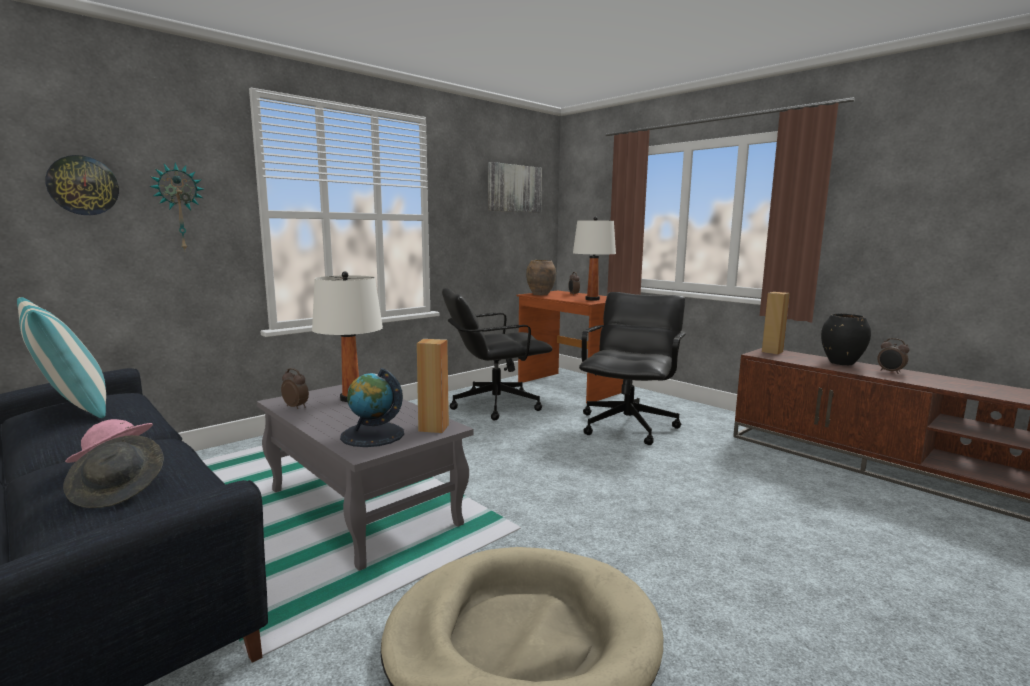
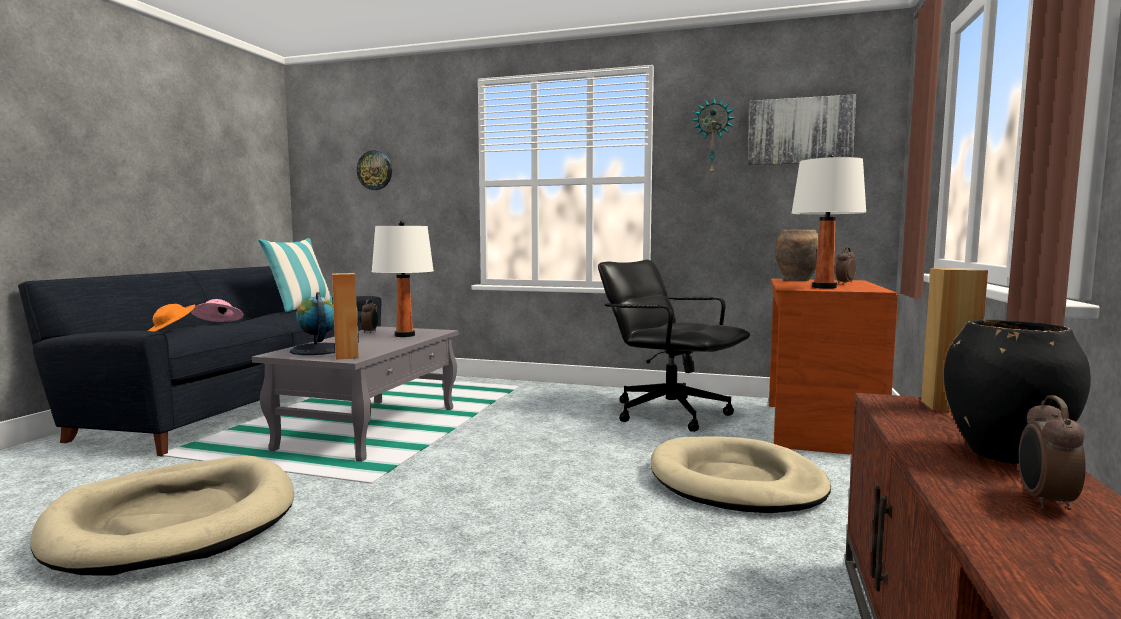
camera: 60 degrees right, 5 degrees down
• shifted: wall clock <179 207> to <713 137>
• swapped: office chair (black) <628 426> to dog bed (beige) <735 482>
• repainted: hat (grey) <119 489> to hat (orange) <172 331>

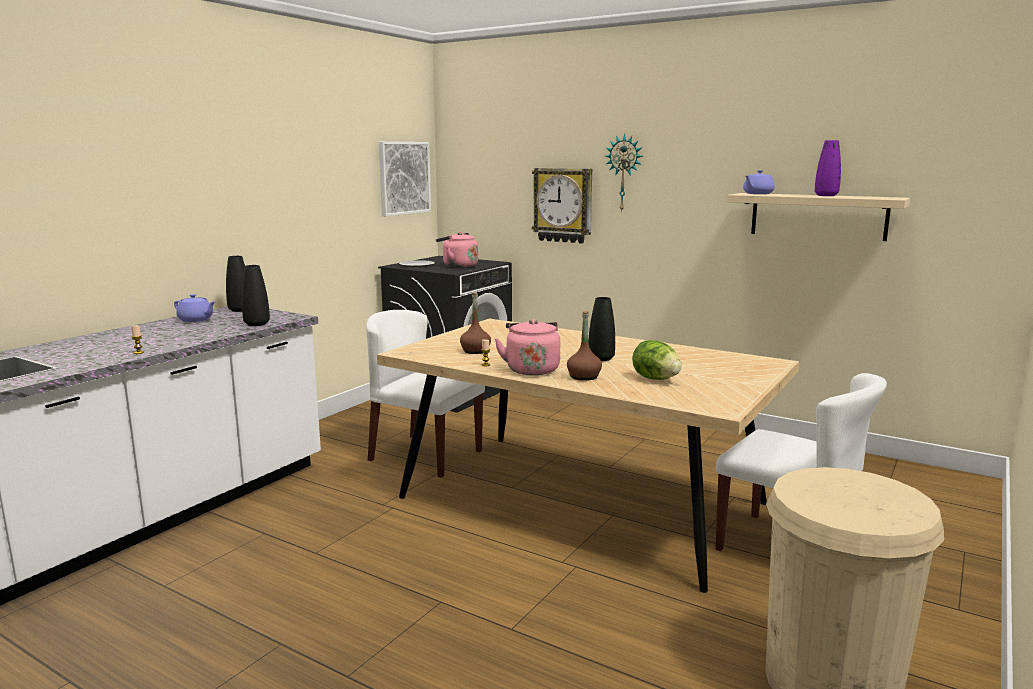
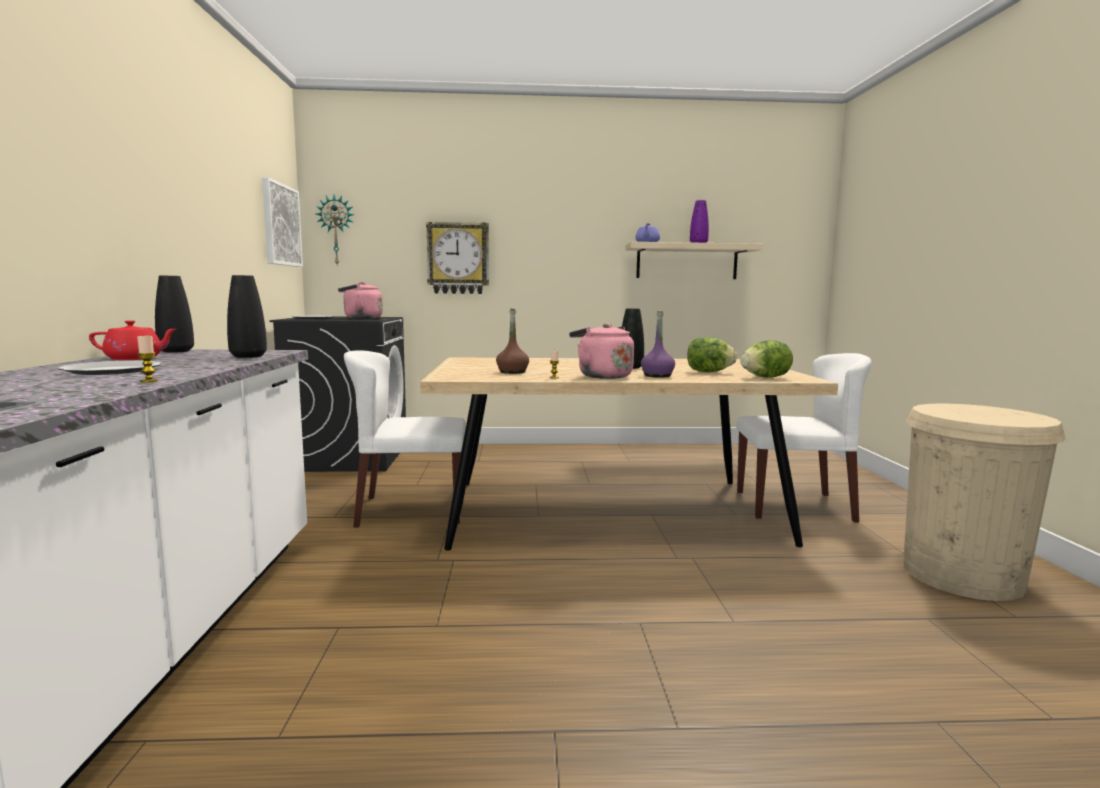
camera: 35 degrees left, 5 degrees down
• new: plate <112 371>
• new: lettuce <765 377>
• shifted: wall clock <624 173> to <336 230>
• repainted: teapot (purple) <196 320> to teapot (red) <135 359>
• repainted: bottle (brown) <584 377> to bottle (purple) <657 376>

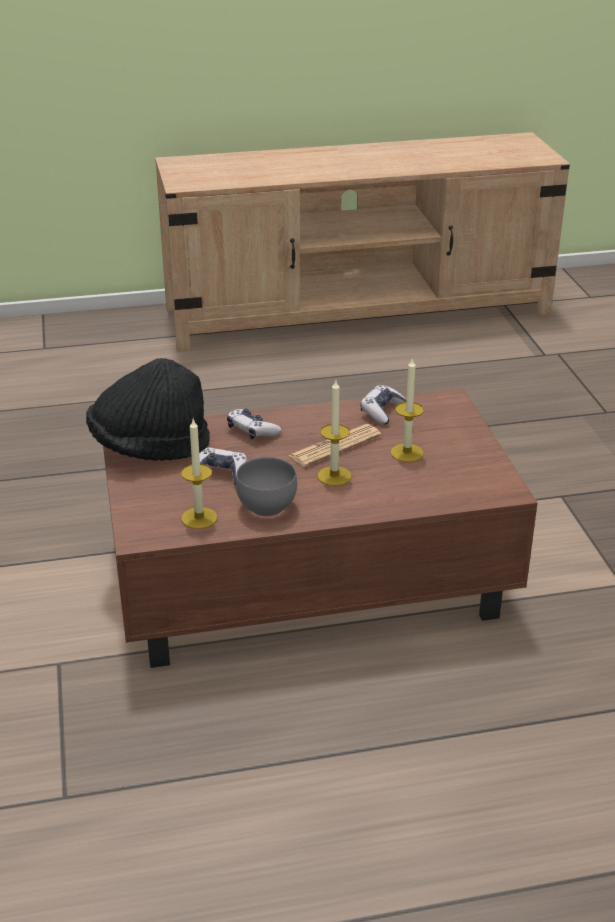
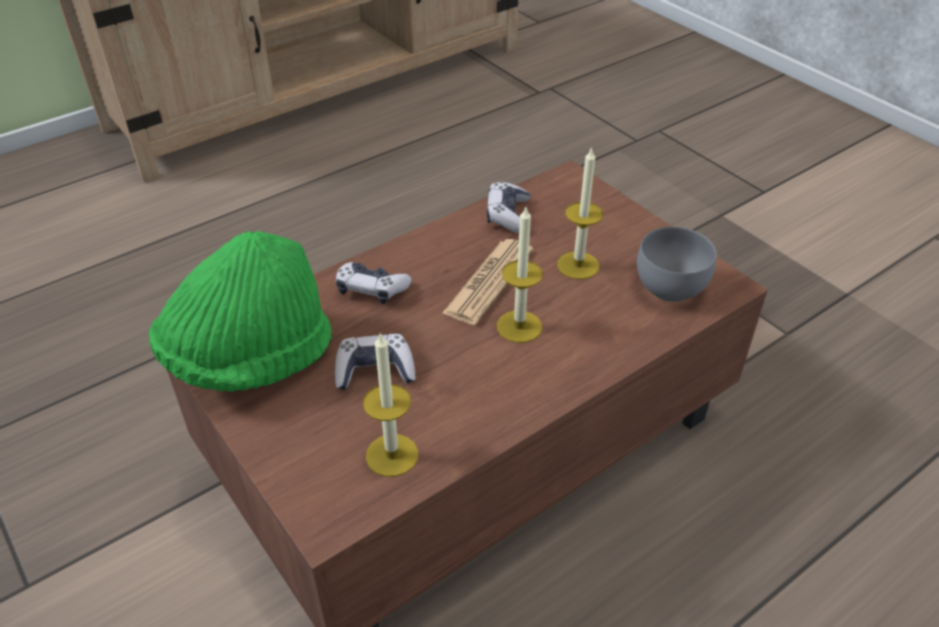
camera: 25 degrees left, 10 degrees up
• shifted: bowl (grey) <269 506> to <672 287>
• repainted: hat (black) <150 447> to hat (green) <250 357>

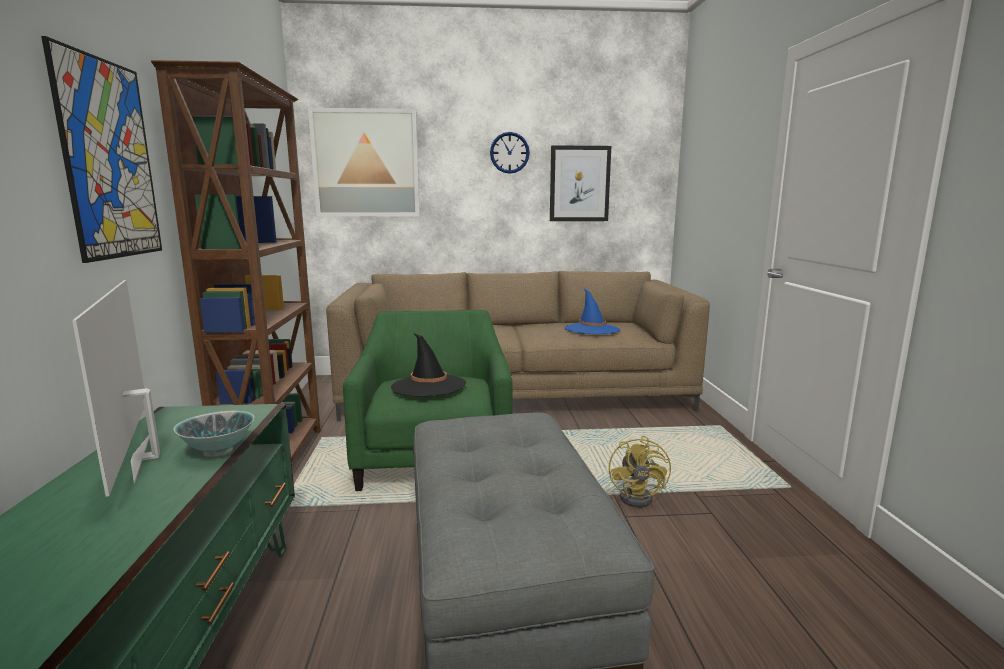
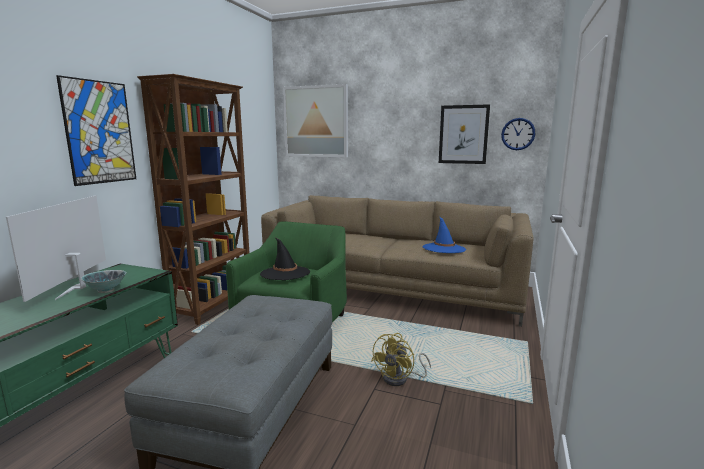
camera: 25 degrees right, 0 degrees up
• shifted: wall clock <509 153> to <518 134>

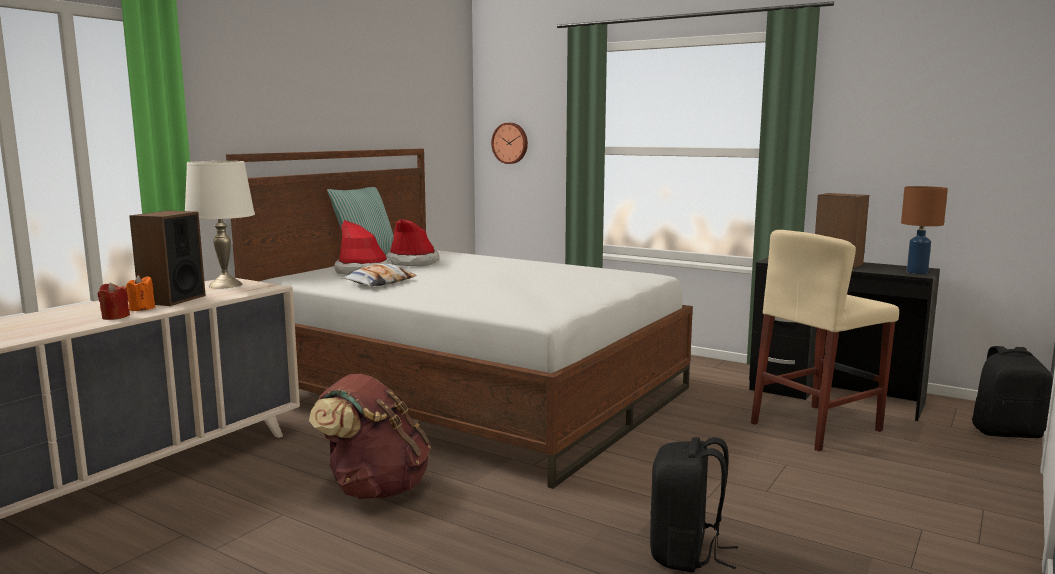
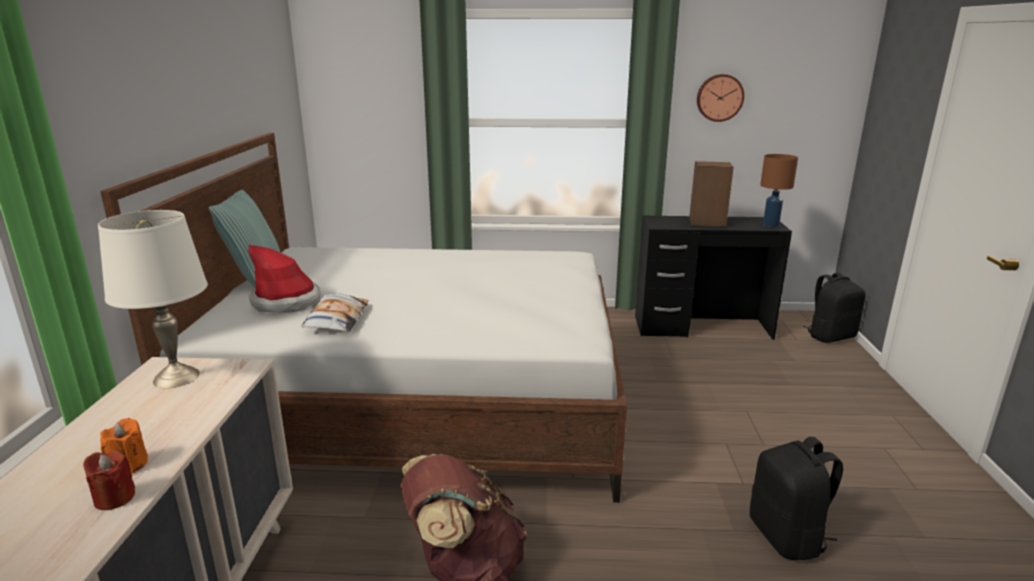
camera: 30 degrees left, 10 degrees up
• gone: speaker <172 299>
• gone: hat <412 262>
• gone: stool (beige) <816 427>
• shifted: wall clock <510 143> to <719 97>

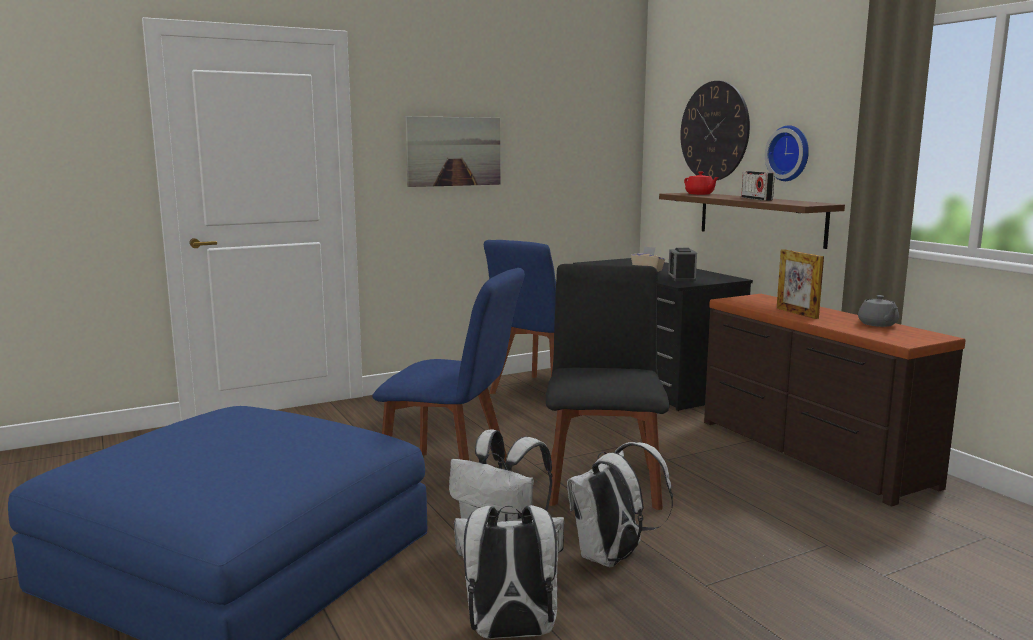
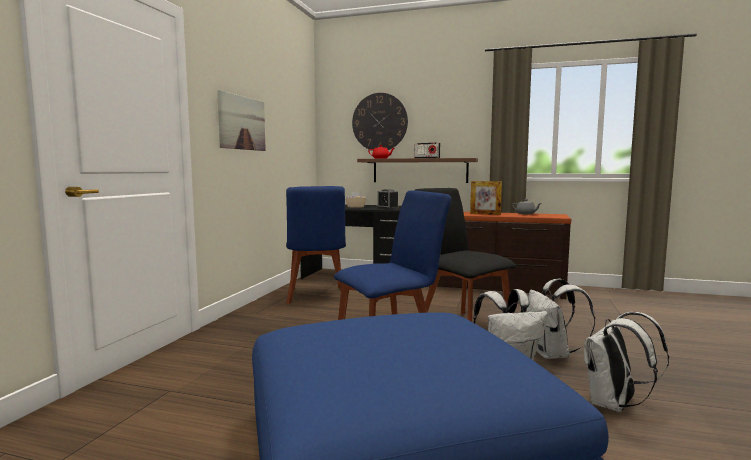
camera: 45 degrees left, 5 degrees down
• gone: wall clock <790 153>

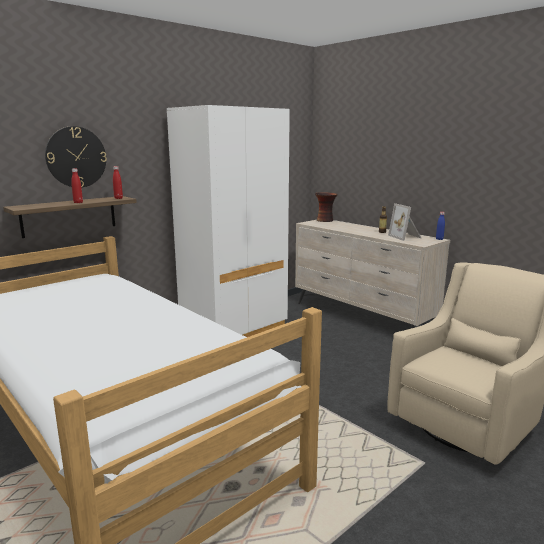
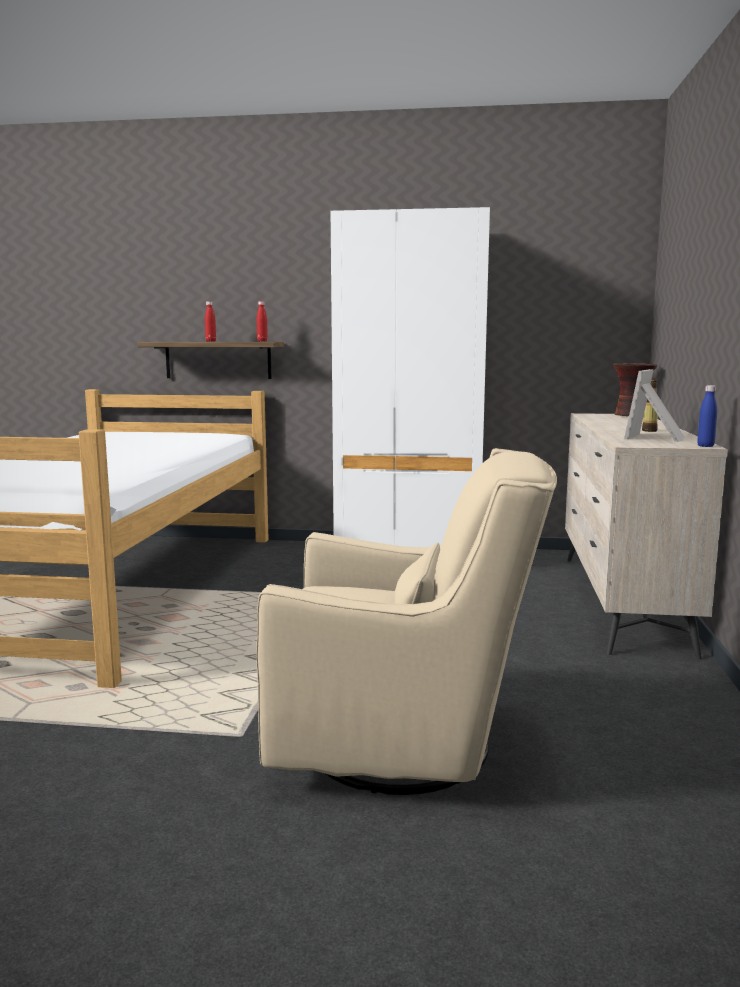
camera: 50 degrees right, 5 degrees down
• gone: wall clock <76 157>

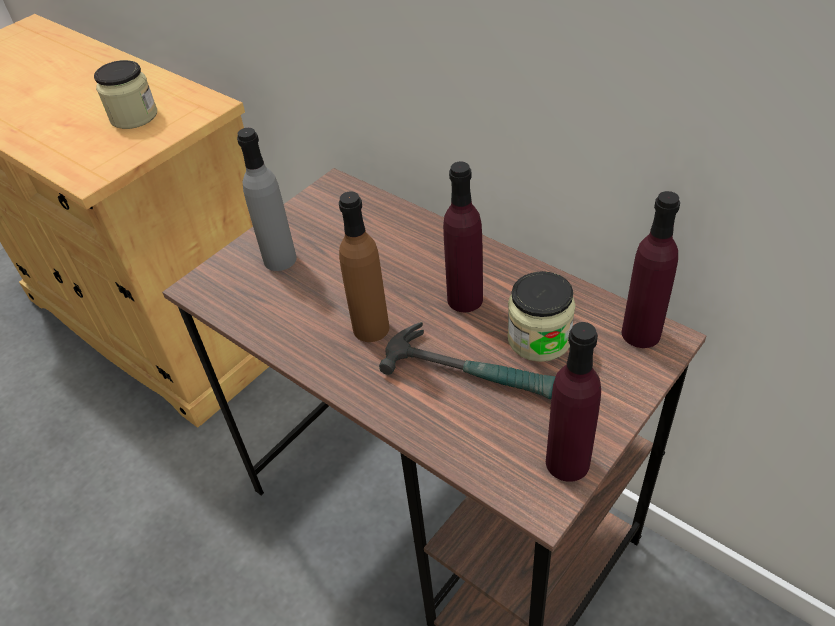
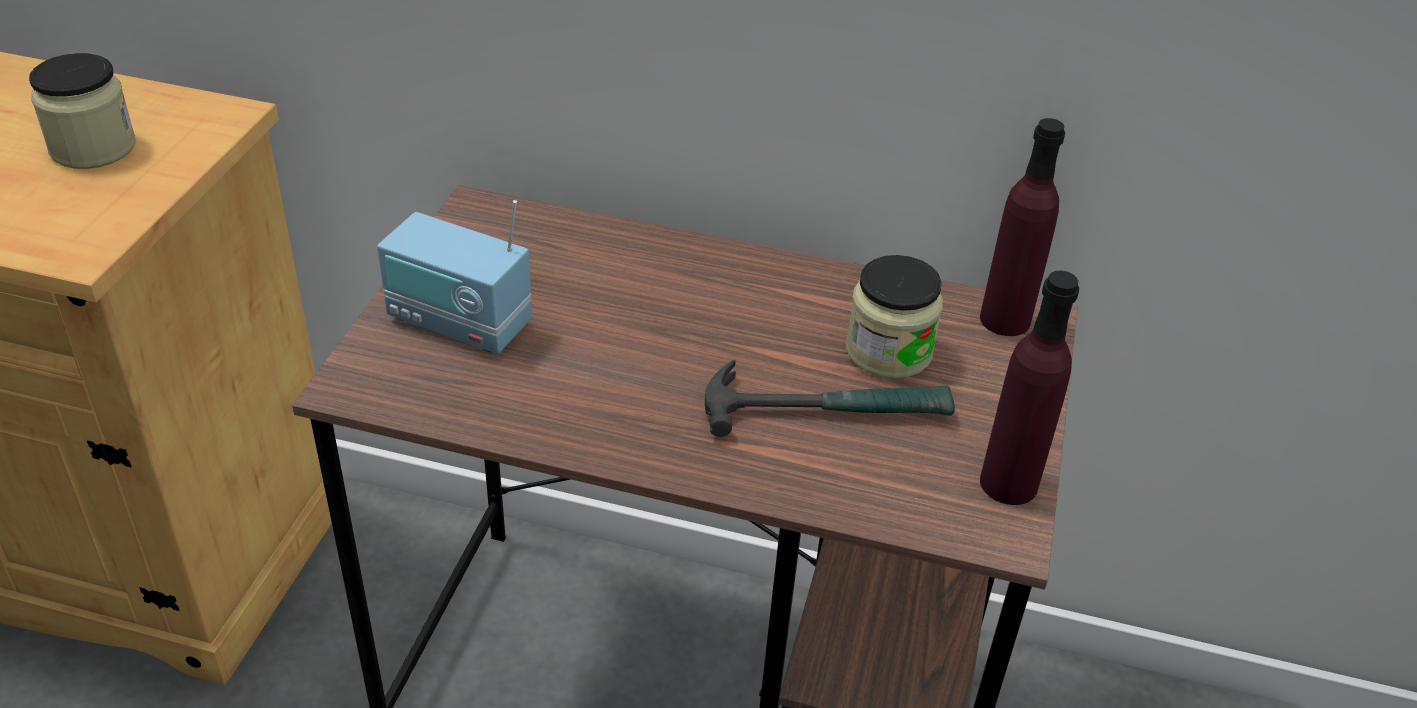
camera: 30 degrees left, 5 degrees down
• gone: bottle (brown) <371 328>
• gone: bottle (purple) <465 299>
• swapped: bottle (grey) <280 259> to radio <459 323>

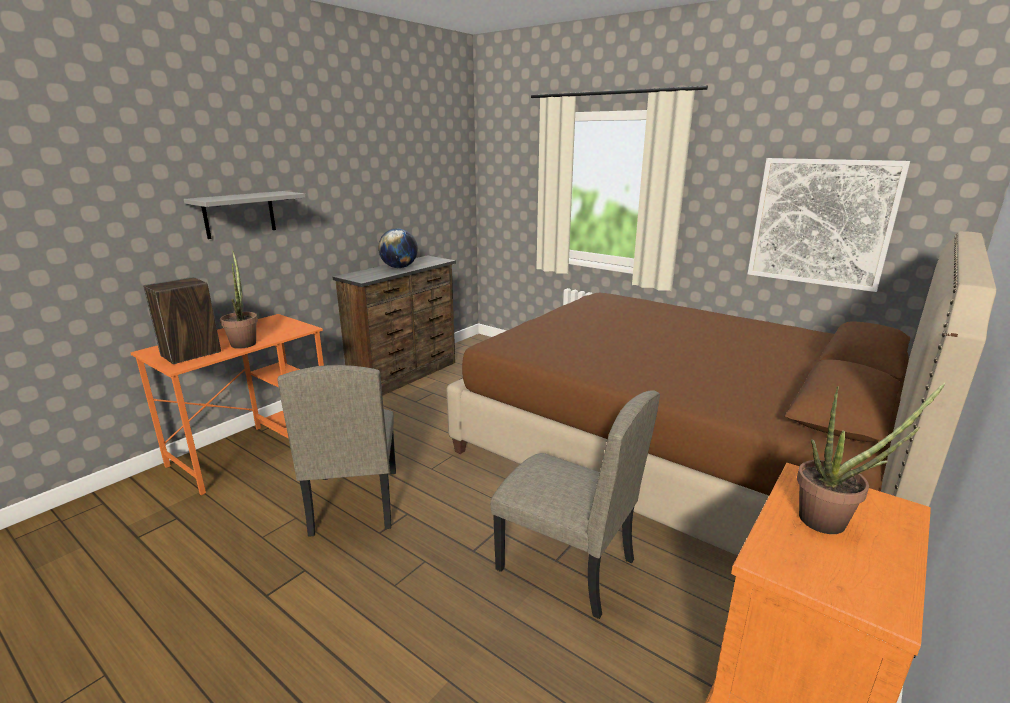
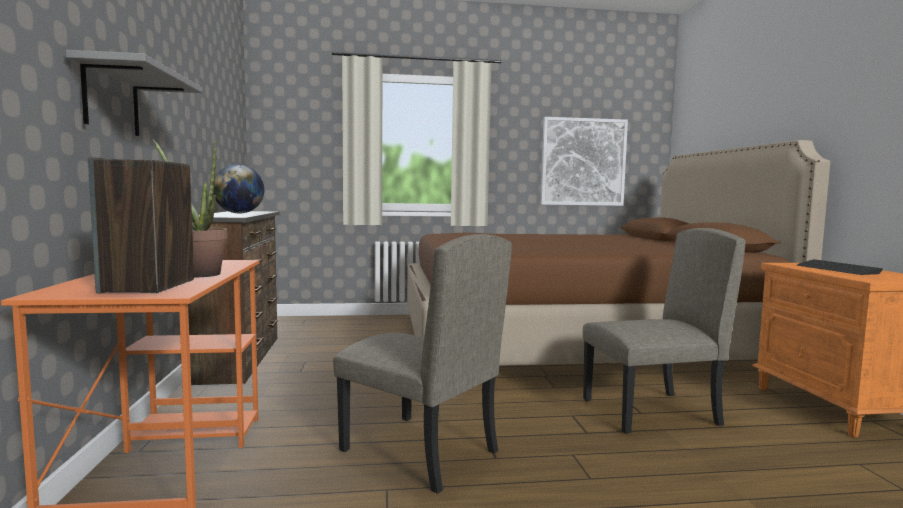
camera: 45 degrees left, 15 degrees down
• swapped: potted plant <832 521> to keyboard <836 269>

